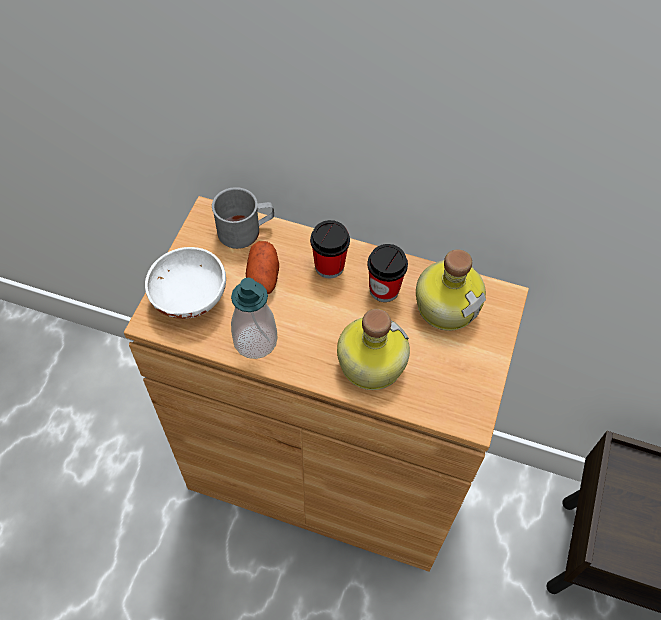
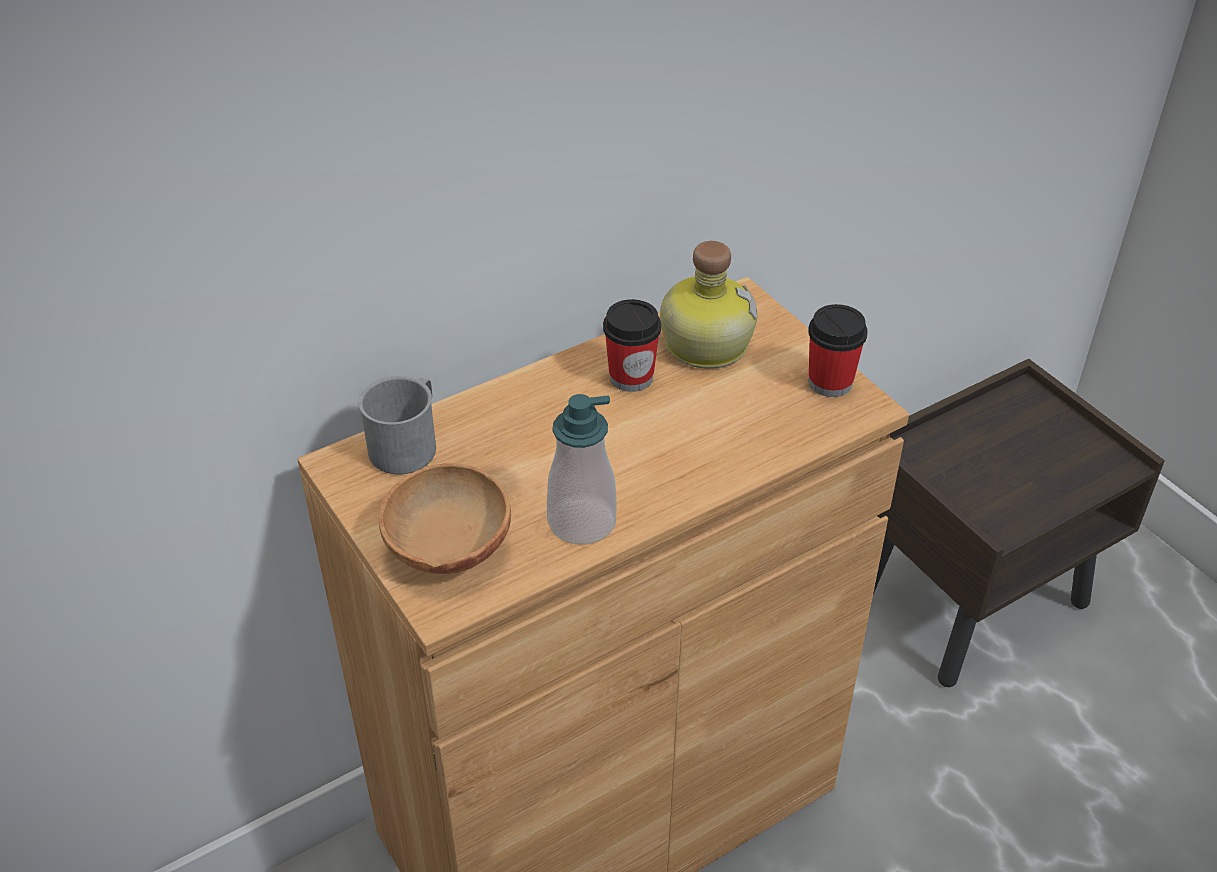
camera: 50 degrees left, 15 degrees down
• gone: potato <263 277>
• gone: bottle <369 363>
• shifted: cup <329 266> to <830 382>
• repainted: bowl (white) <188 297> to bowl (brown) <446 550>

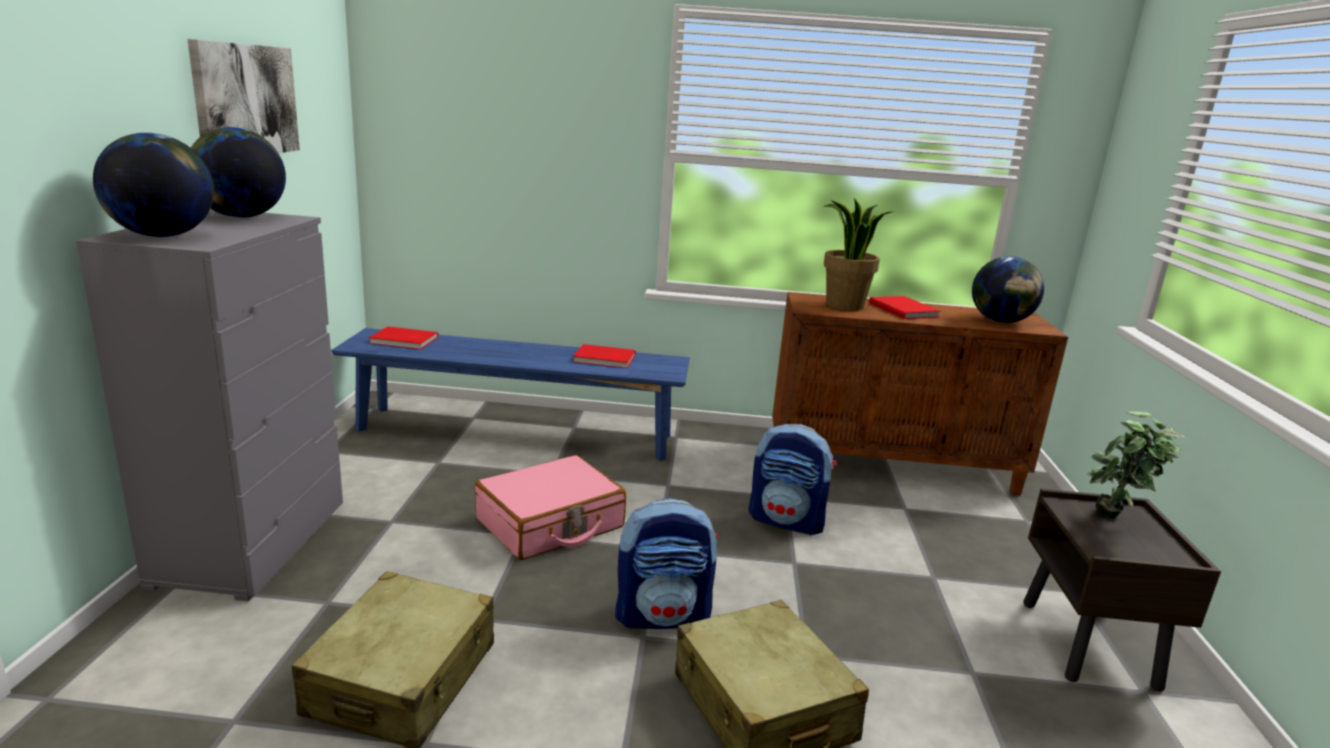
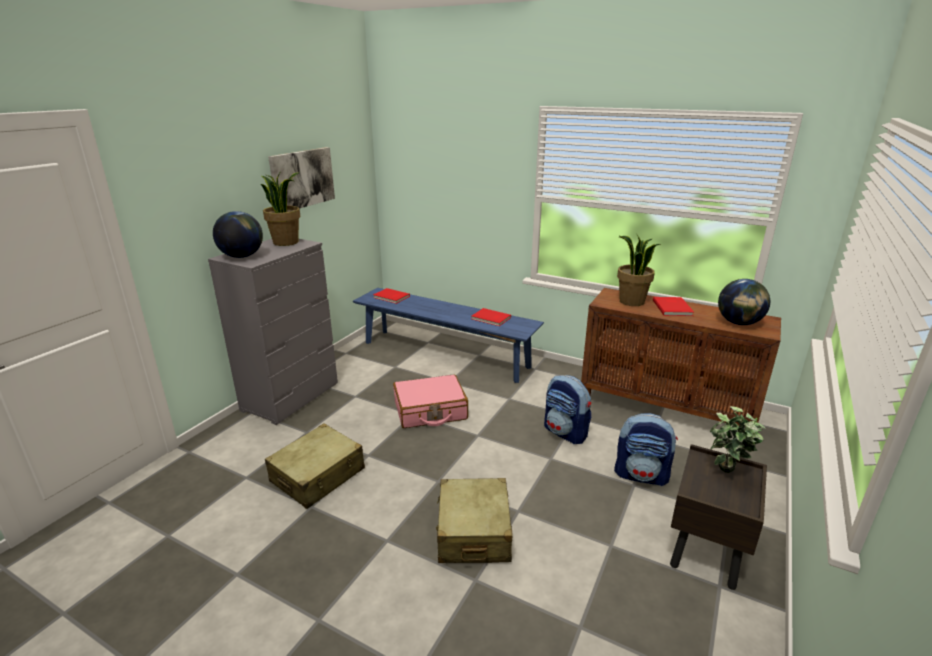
camera: 25 degrees right, 5 degrees up
• shifted: backpack <663 616> to <641 475>
• swapped: globe <241 217> to potted plant <286 242>

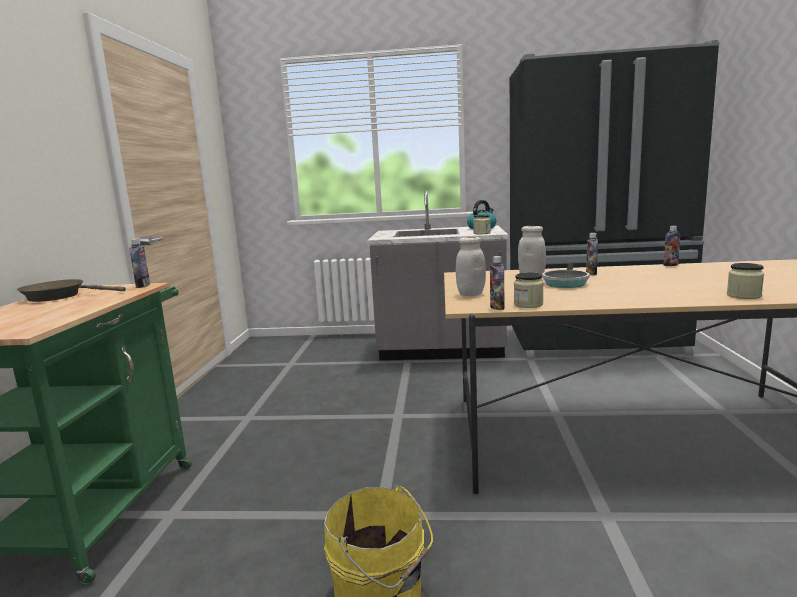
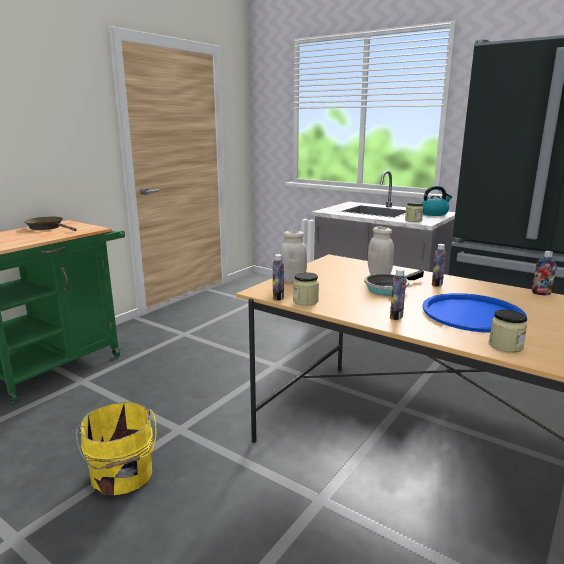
camera: 30 degrees right, 5 degrees up
• new: tray (blue) <472 314>
• shifted: bottle <143 286> to <396 317>

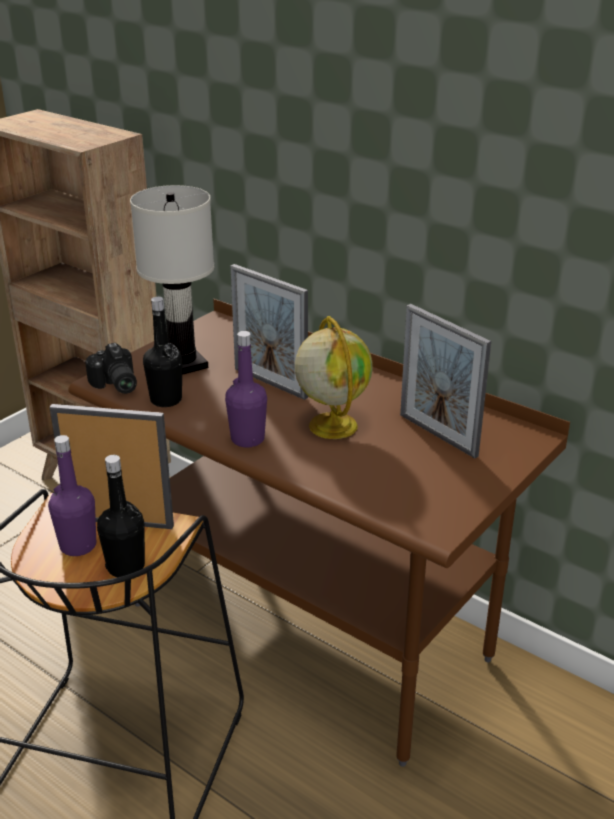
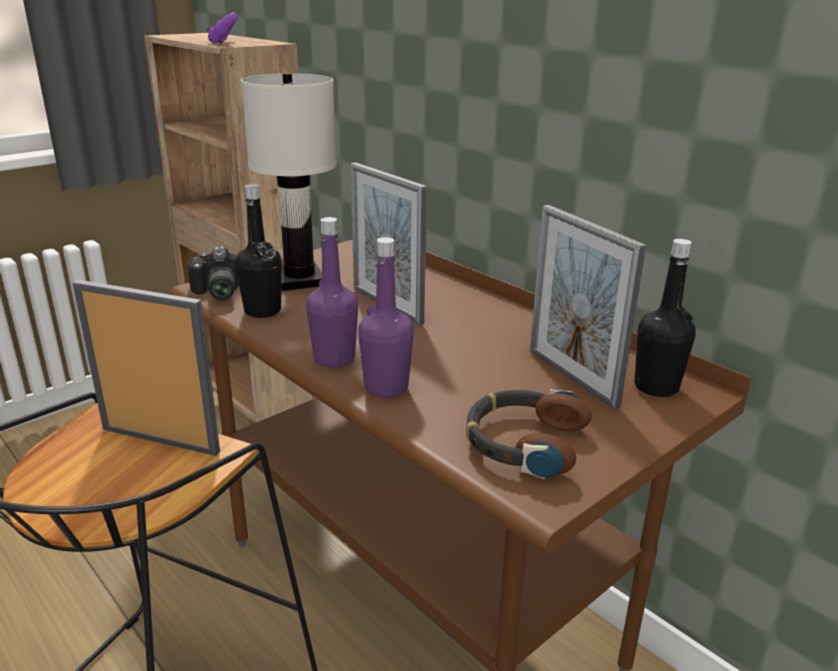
camera: 10 degrees right, 5 degrees down
• gone: globe <332 425>
• new: game controller (purple) <224 42>
• new: headphones <523 442>
• shifted: bottle (purple) <78 545> to <386 387>
• shifted: bottle (black) <126 567> to <656 387>

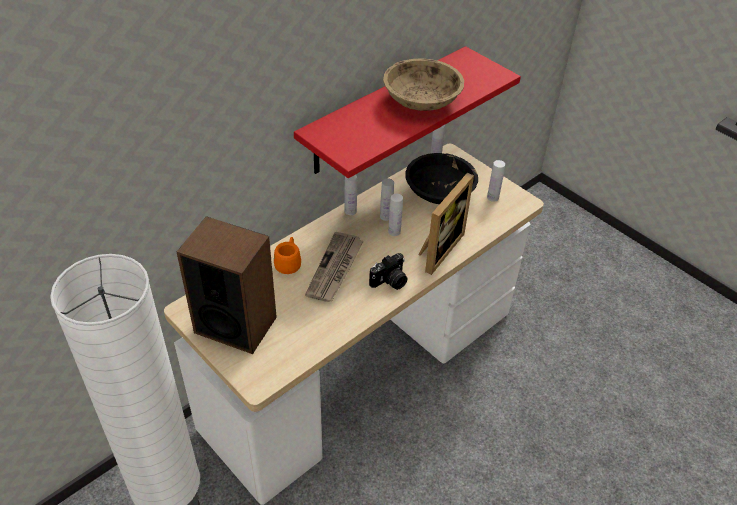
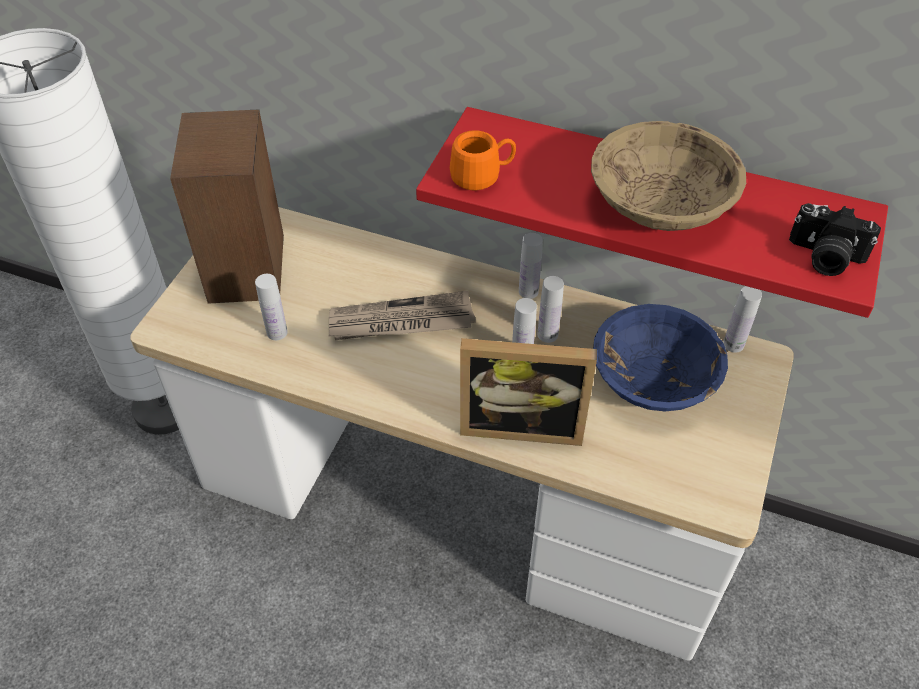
camera: 65 degrees right, 5 degrees up
• shifted: mug (orange) <289 263> to <482 176>
• shifted: photo camera <390 282> to <824 257>
• shifted: bottle (white) <493 197> to <277 332>
• repainted: bowl (black) <439 193> to bowl (blue) <654 379>

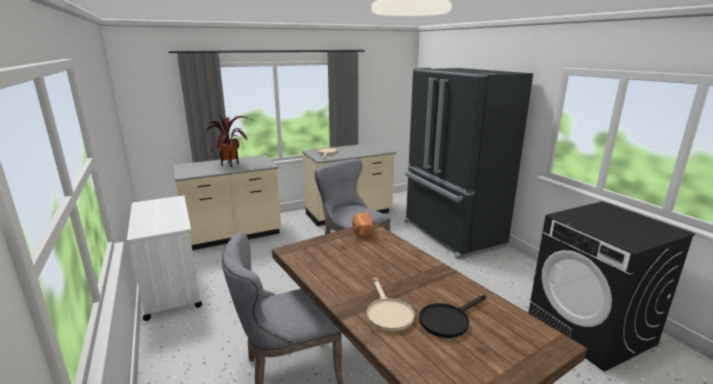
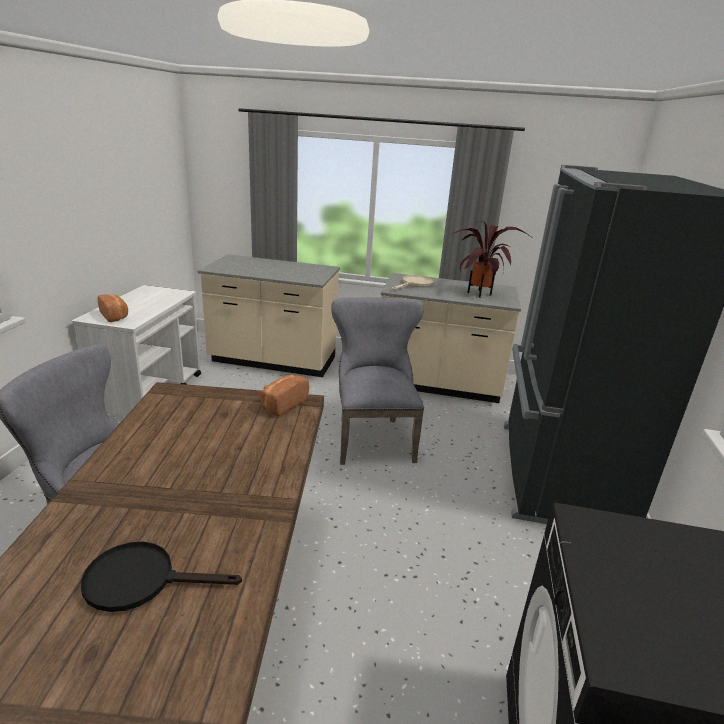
camera: 35 degrees right, 5 degrees up
• gone: frying pan (beige) <387 313>
• new: bread <115 316>
• shifted: potted plant <231 165> to <480 294>

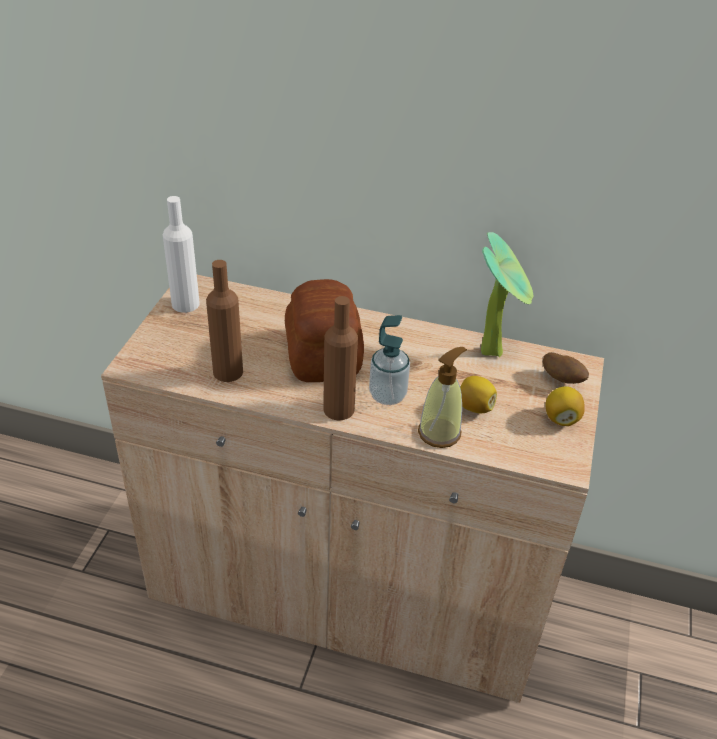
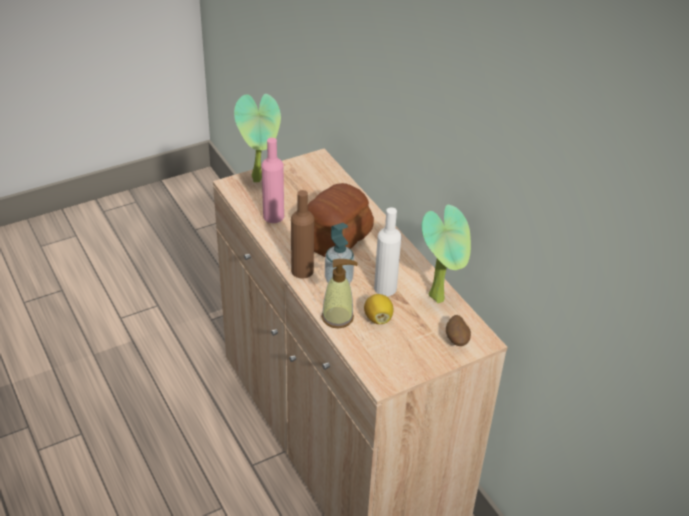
camera: 45 degrees right, 0 degrees up
• gone: lemon <561 418>
• new: potted plant <260 179>
• shifted: bottle (white) <185 304> to <385 288>
• repainted: bottle (brown) <228 372> to bottle (pink) <273 216>

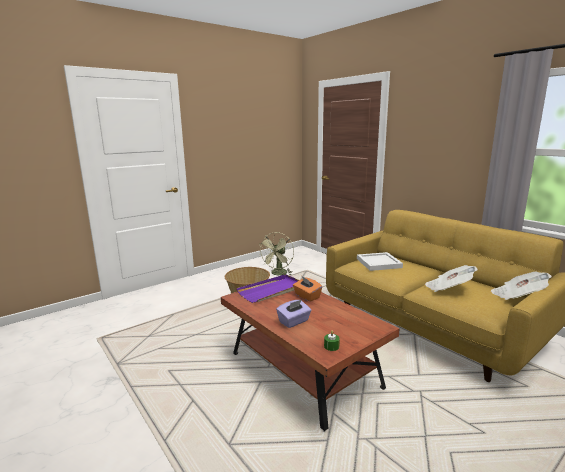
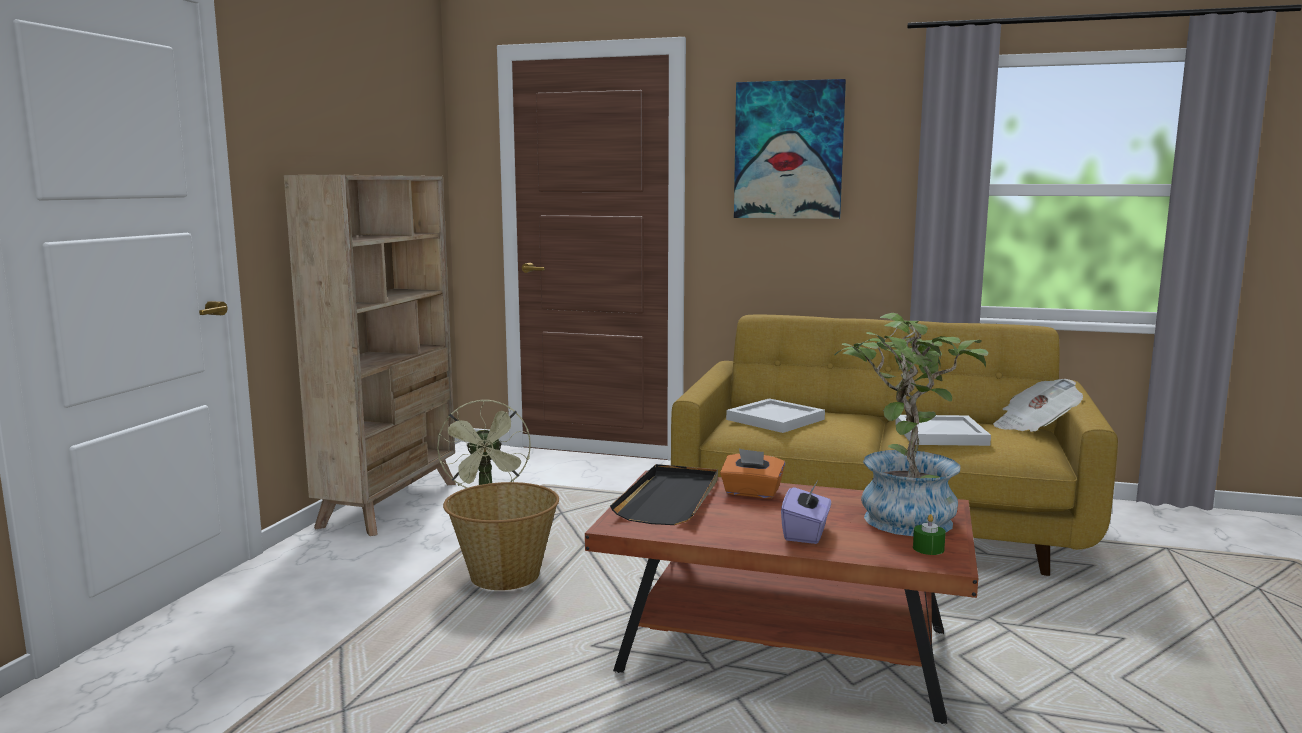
camera: 35 degrees left, 5 degrees down
• new: bookcase (beige) <391 504>
• new: picture <788 150>
• new: potted plant <904 514>
• swapped: newspaper <448 289> to tray (white) <939 435>
• repainted: tray (purple) <272 290> to tray (black) <670 498>

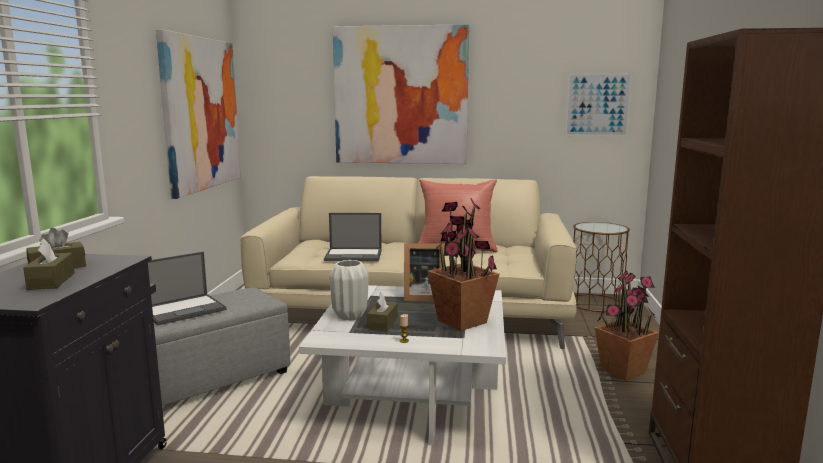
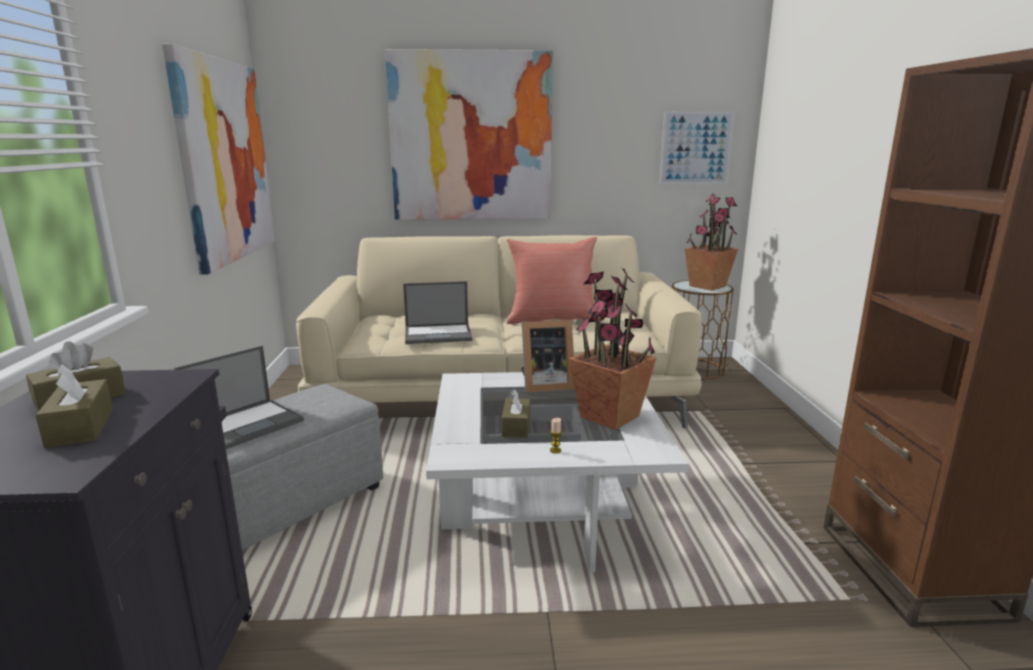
camera: 10 degrees left, 5 degrees up
• gone: vase (white) <350 316>
• shifted: potted plant <623 371> to <707 286>

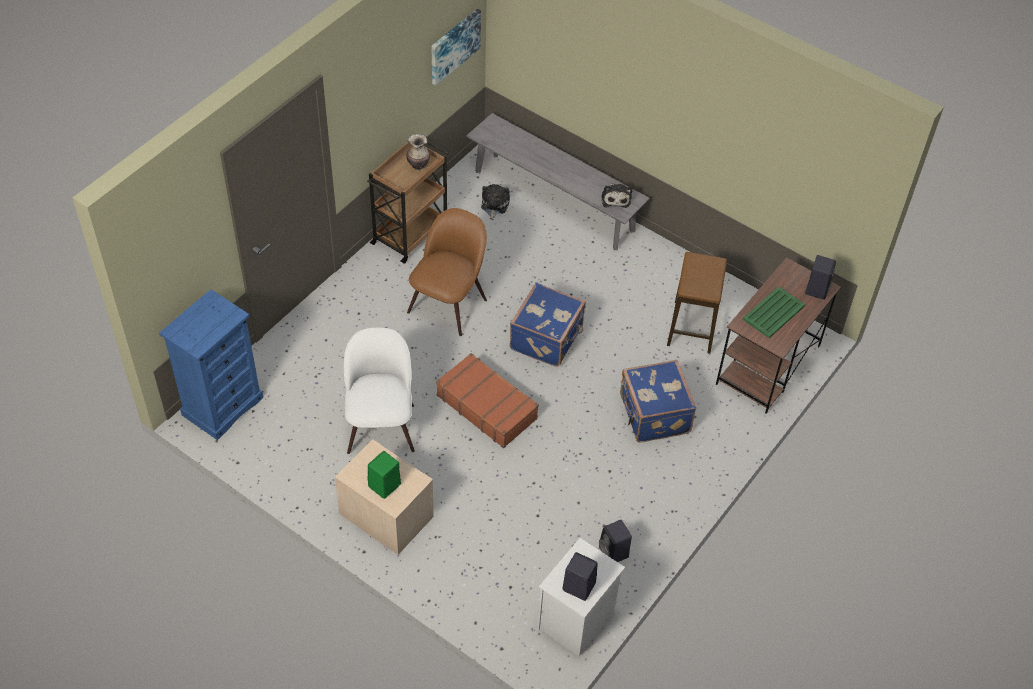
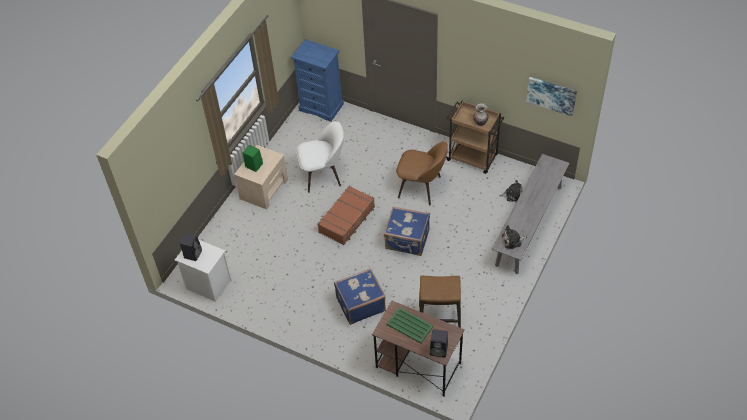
camera: 85 degrees right, 0 degrees up
• gone: speaker (black) <614 553>

